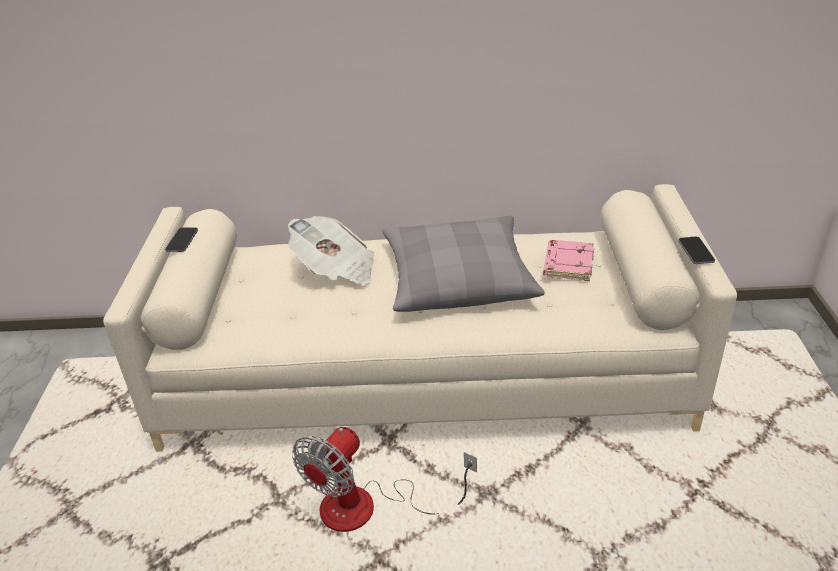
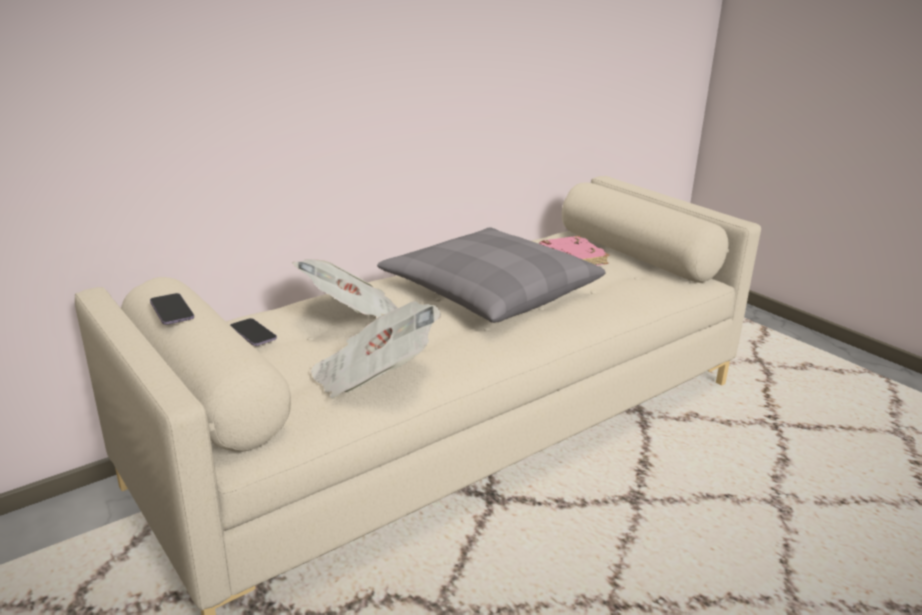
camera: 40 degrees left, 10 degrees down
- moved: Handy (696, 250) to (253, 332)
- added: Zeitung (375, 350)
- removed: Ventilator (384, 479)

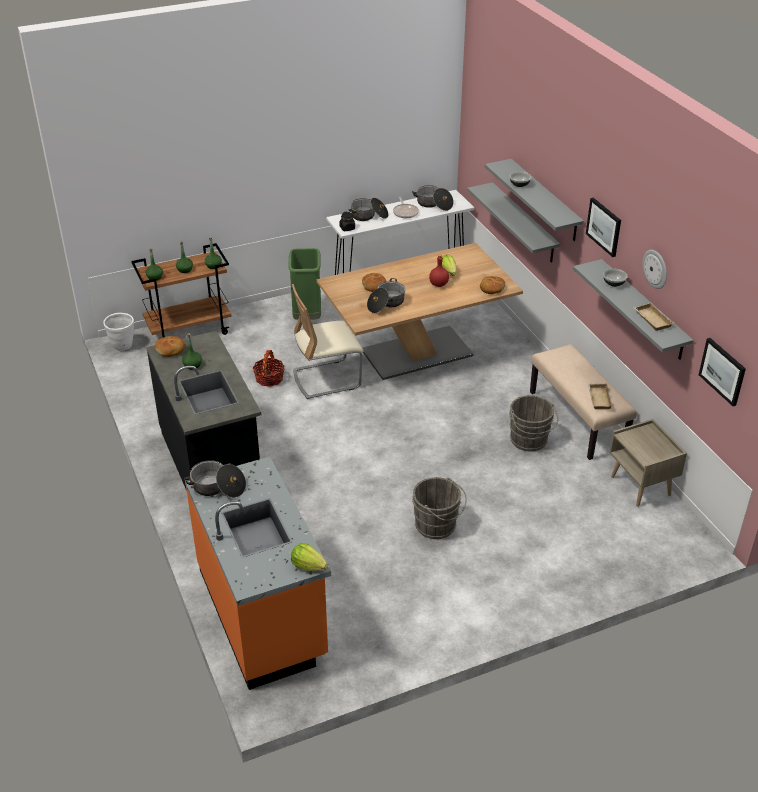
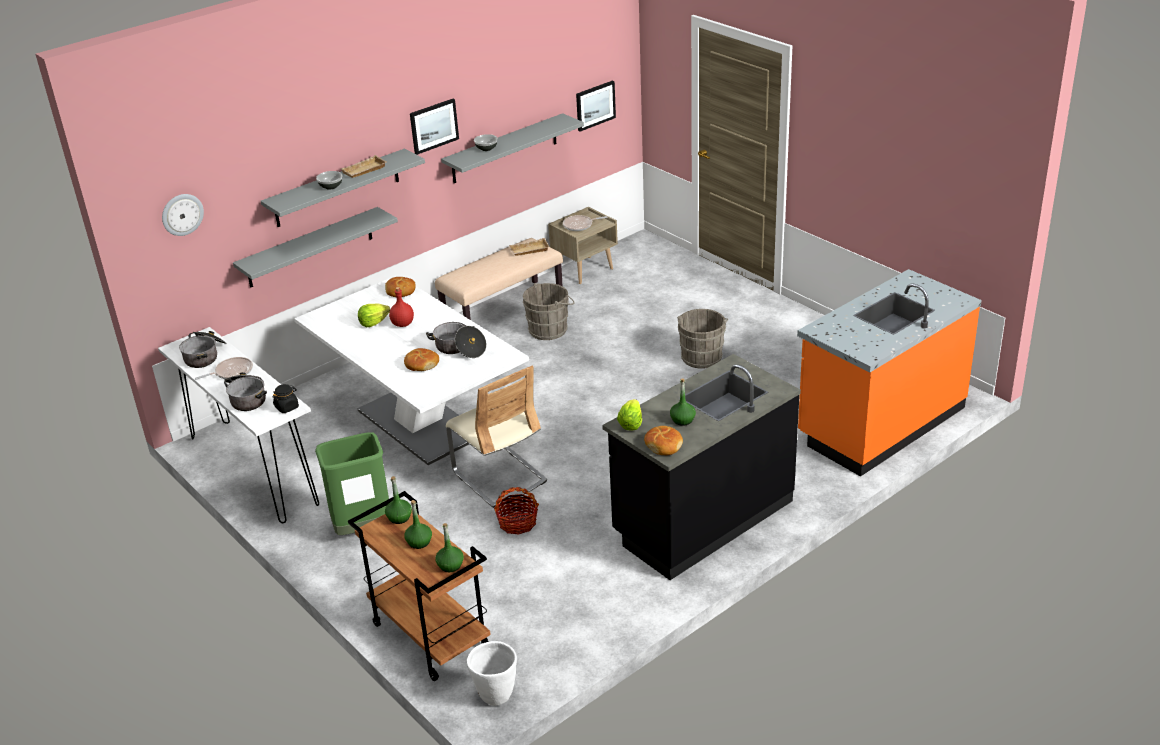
camera: 105 degrees left, 5 degrees down
- moved: Wanduhr (654, 269) to (183, 215)
- recoloured: Esstisch [braun] (420, 311) to Esstisch [weiß] (411, 370)
- moved: Tablett [beige] (653, 317) to (363, 166)
- added: Pfanne (585, 223)
- moved: Salatkopf (309, 557) to (629, 414)
- removed: Kochtopf (215, 479)

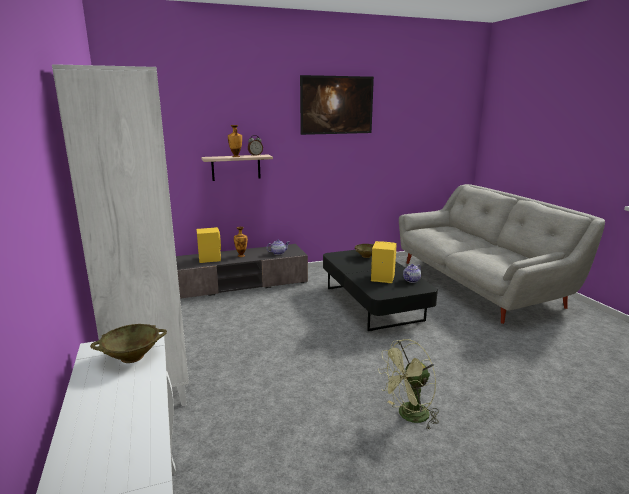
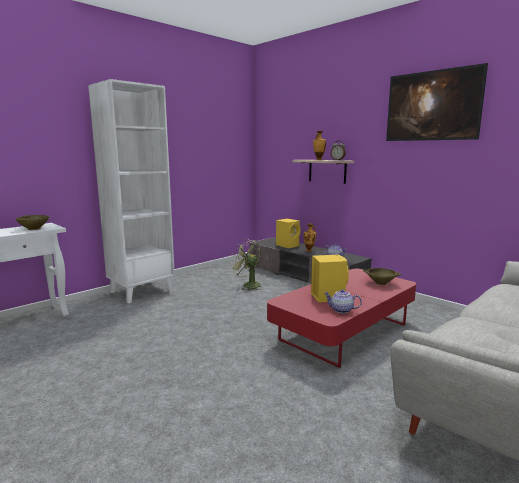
camera: 65 degrees right, 5 degrees down
- moved: Ventilator [grün] (408, 385) to (245, 265)
- recoloured: Couchtisch [schwarz] (380, 290) to Couchtisch [rot] (341, 318)

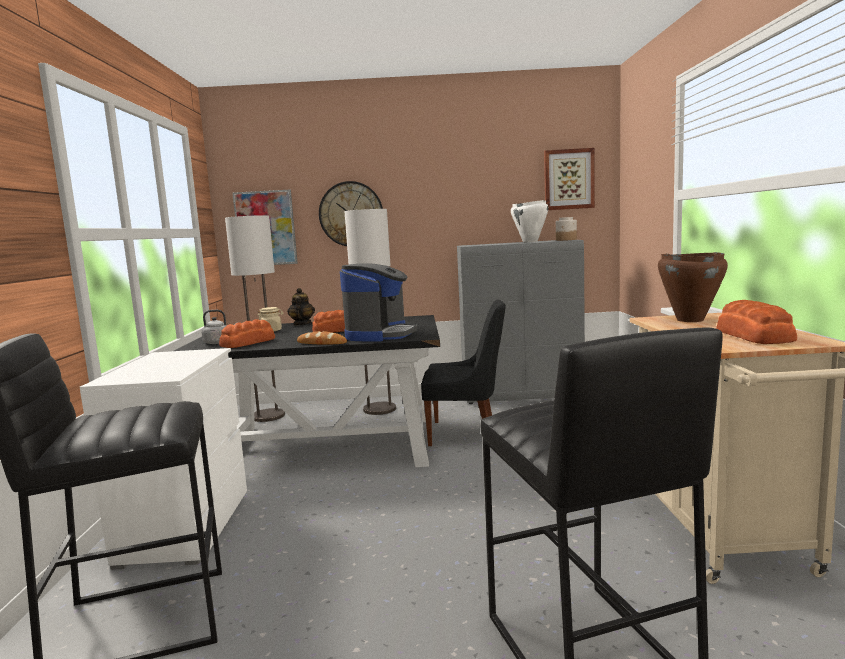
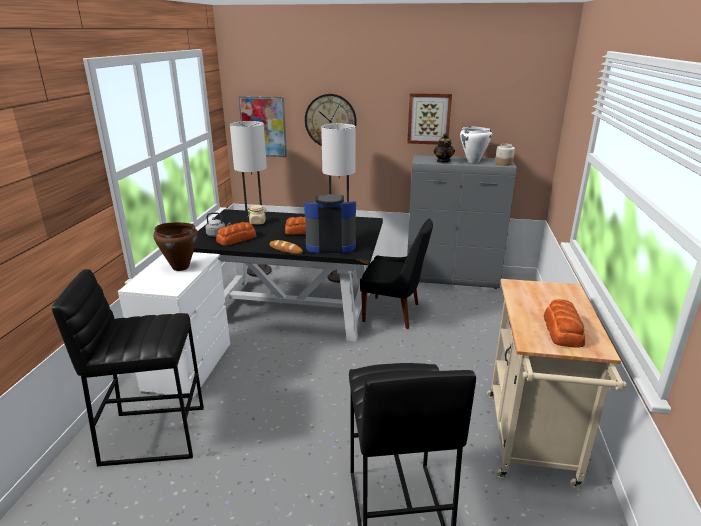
camera: 10 degrees right, 15 degrees up
- moved: Kochtopf [braun] (693, 287) to (175, 246)
- turned: Kaffeemaschine (378, 302) = (330, 223) 120 degrees counterclockwise
- moved: Bild (569, 179) to (429, 118)
- moved: Teekanne (301, 306) to (444, 148)

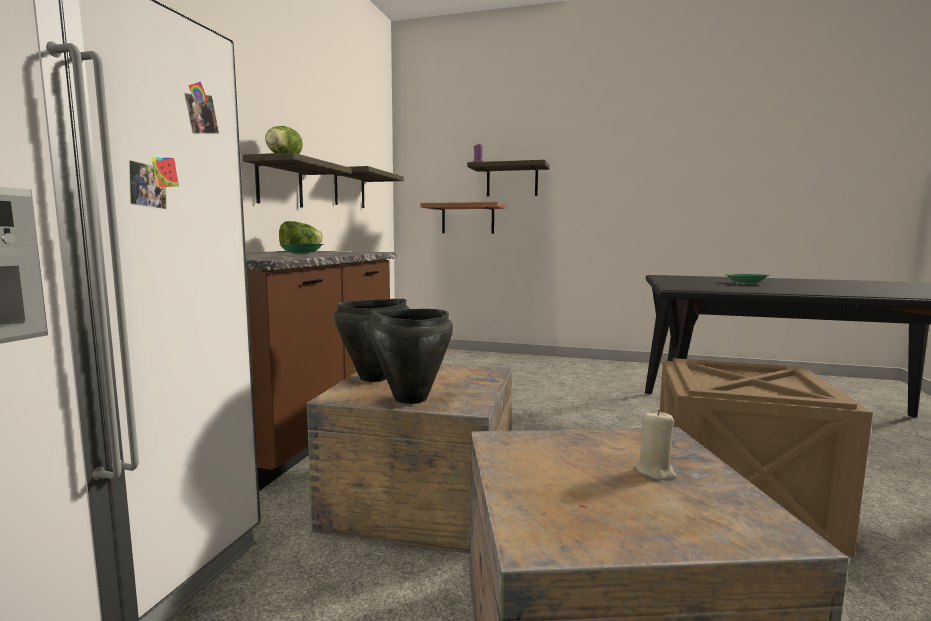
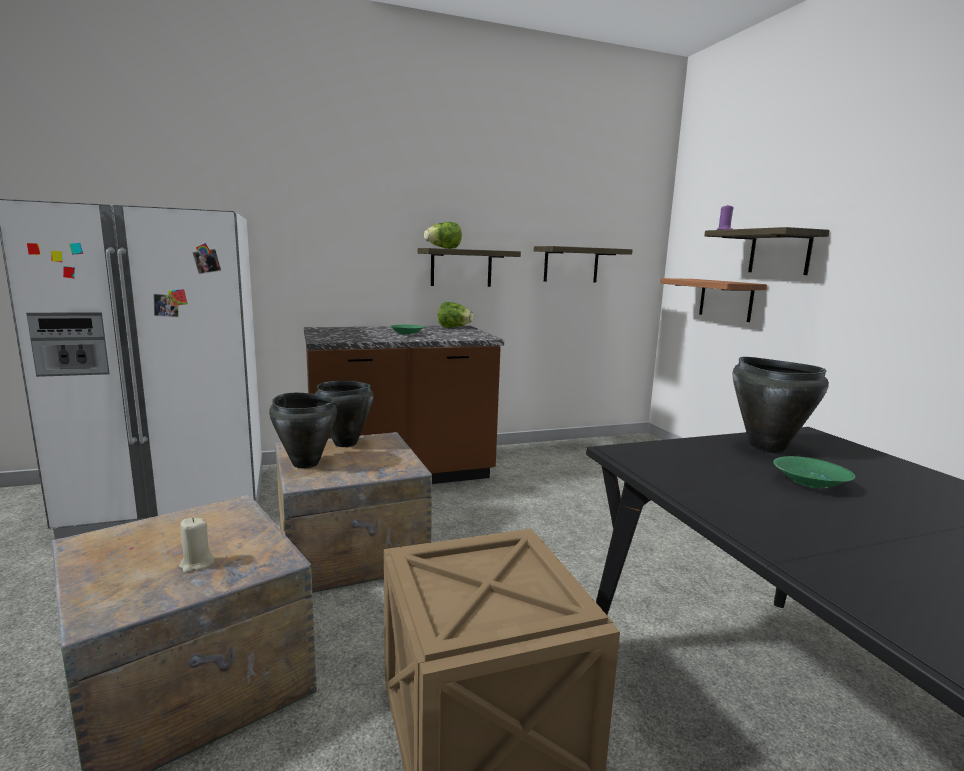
camera: 55 degrees right, 5 degrees up
- added: Kochtopf [schwarz] (781, 405)

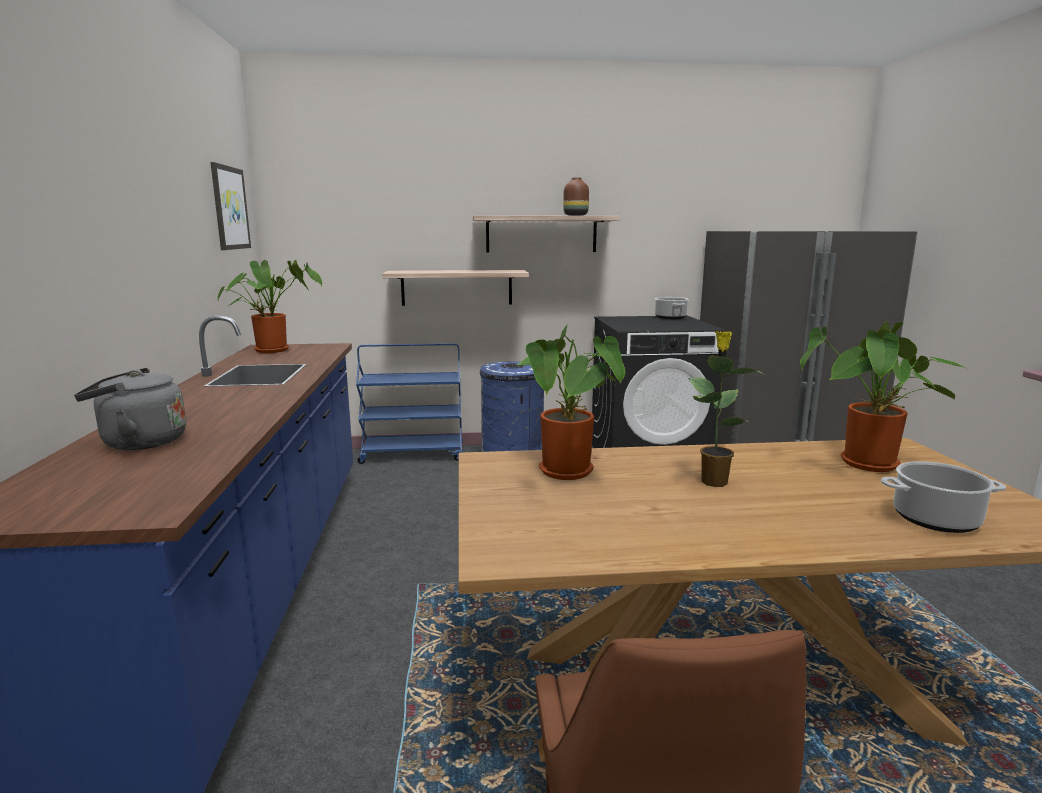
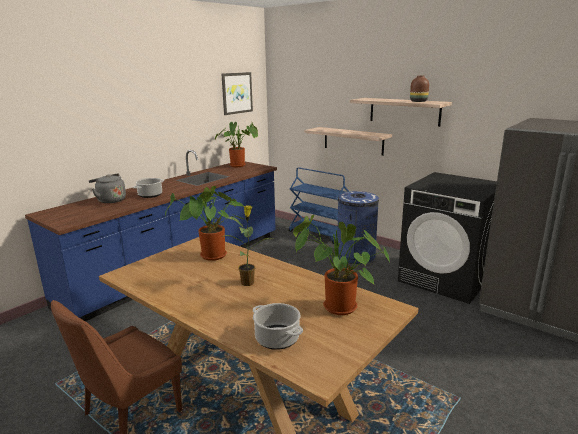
camera: 45 degrees right, 5 degrees up
- moved: Kochtopf (672, 308) to (148, 188)

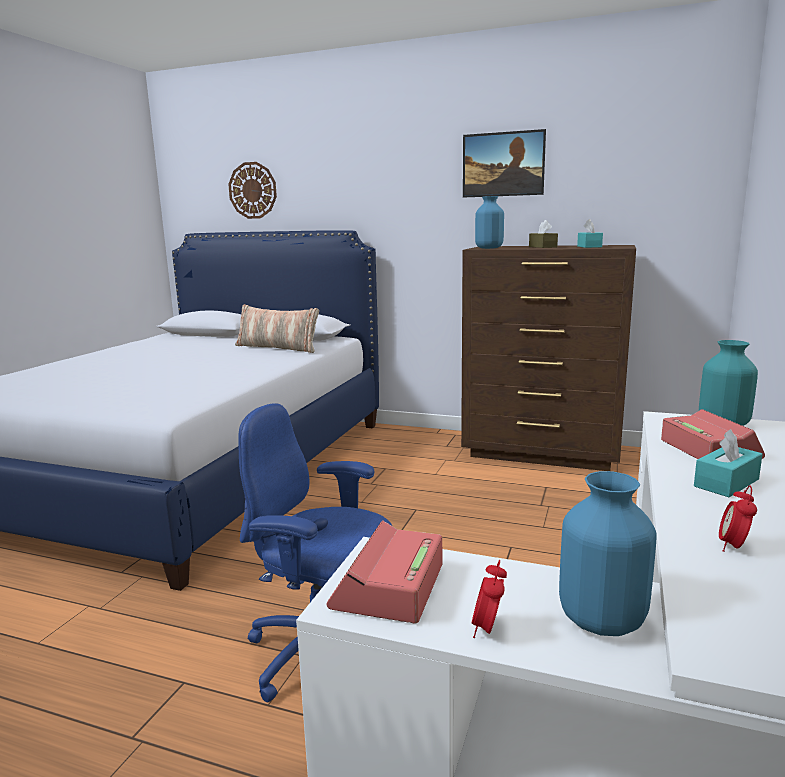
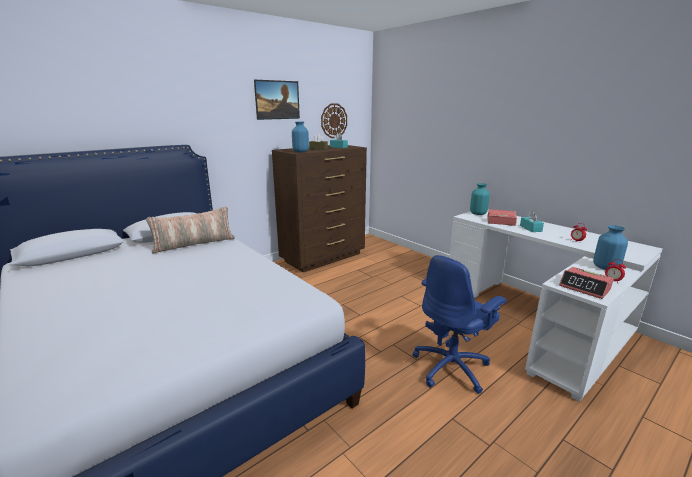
camera: 60 degrees left, 5 degrees up
- moved: Wanduhr (252, 190) to (334, 121)

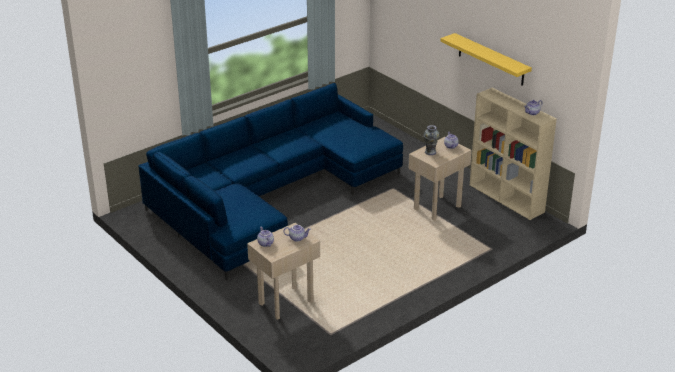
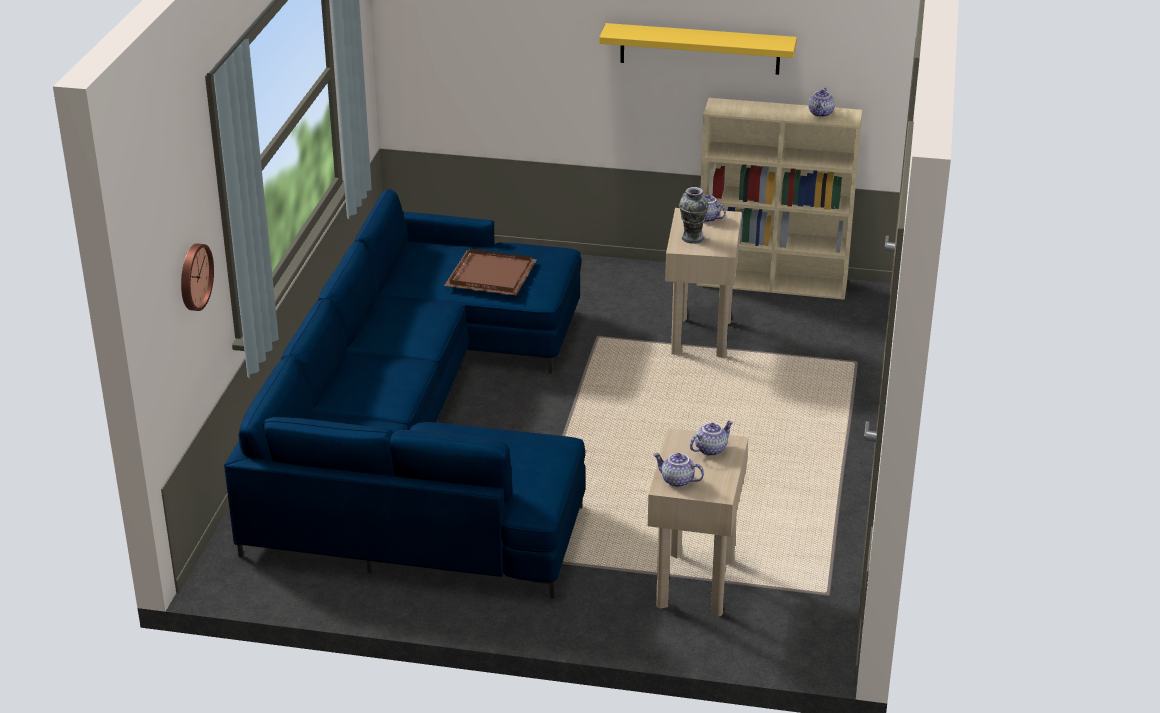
camera: 40 degrees left, 0 degrees up
- added: Wanduhr (197, 277)
- added: Tablett [braun] (490, 272)

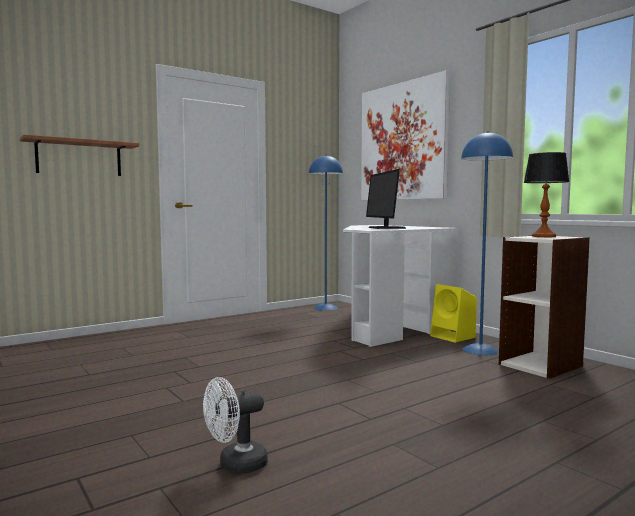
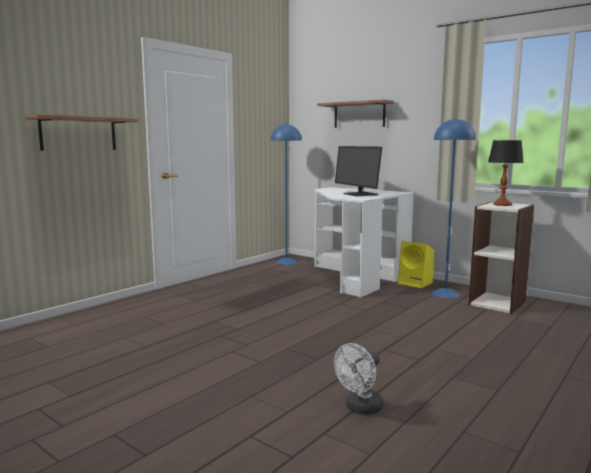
camera: 15 degrees left, 5 degrees up
- replaced: Bild (405, 135) to Wandregal (355, 113)

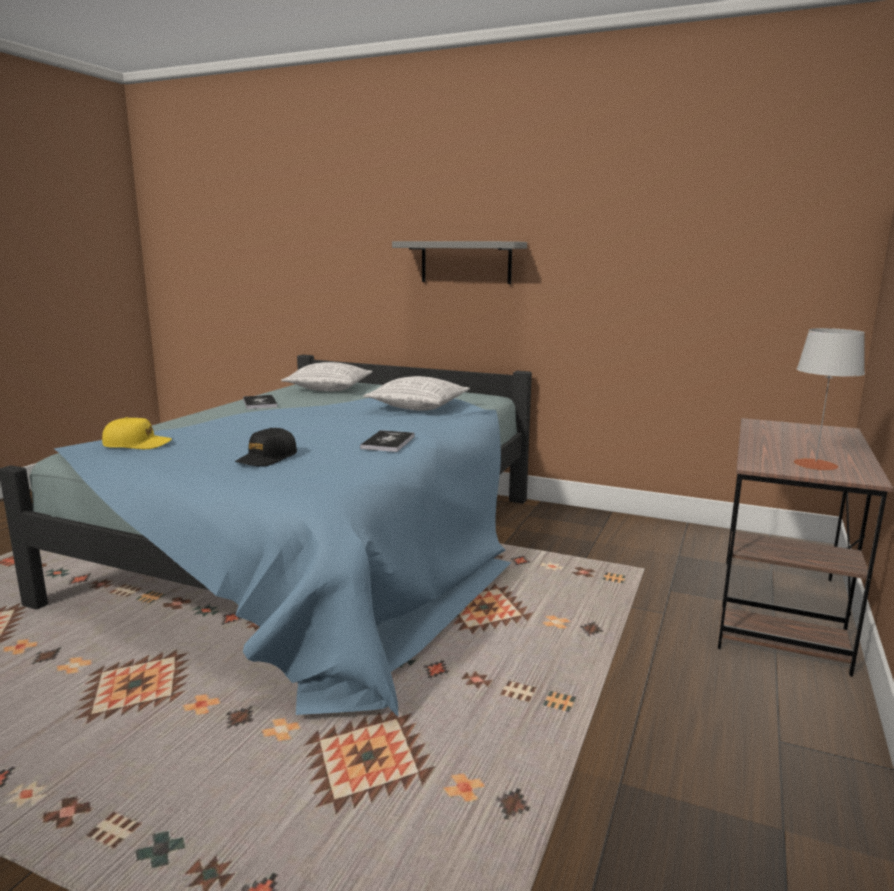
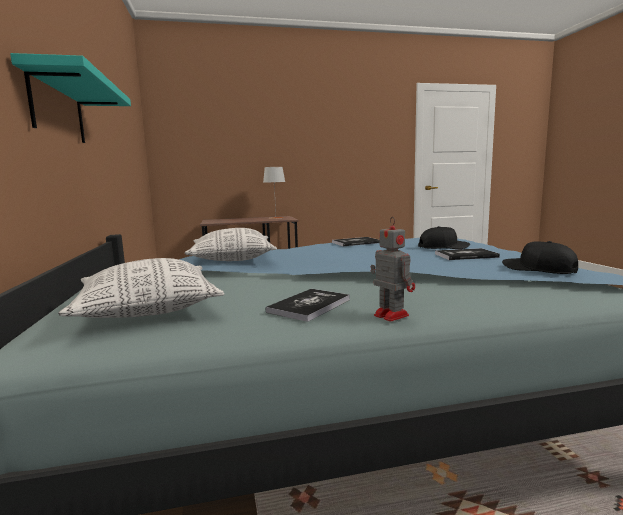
camera: 125 degrees left, 5 degrees down
- recoloured: Wandregal [grau] (459, 262) to Wandregal [türkis] (70, 98)
- added: Spielzeugroboter (393, 269)
- added: Buch (467, 254)
- recoloured: Kappe [gelb] (137, 433) to Kappe [schwarz] (540, 257)

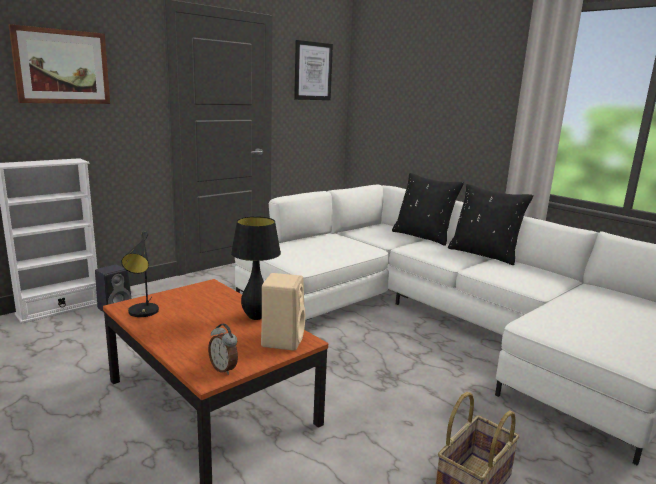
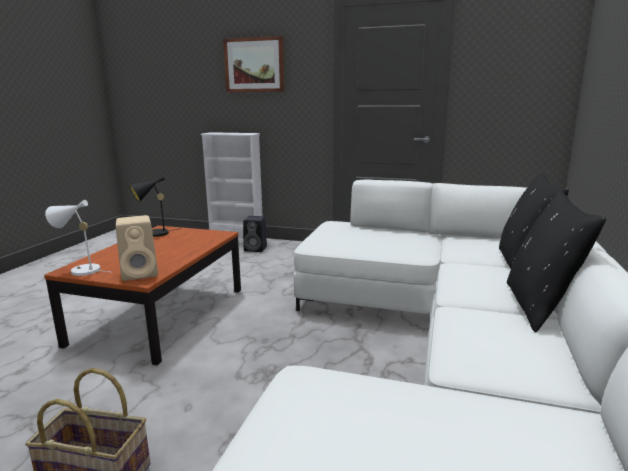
camera: 60 degrees right, 0 degrees up
- replaced: Wecker (223, 349) to Tischlampe [weiß] (77, 238)
- removed: Tischlampe [schwarz] (256, 268)
- removed: Bild (313, 70)

